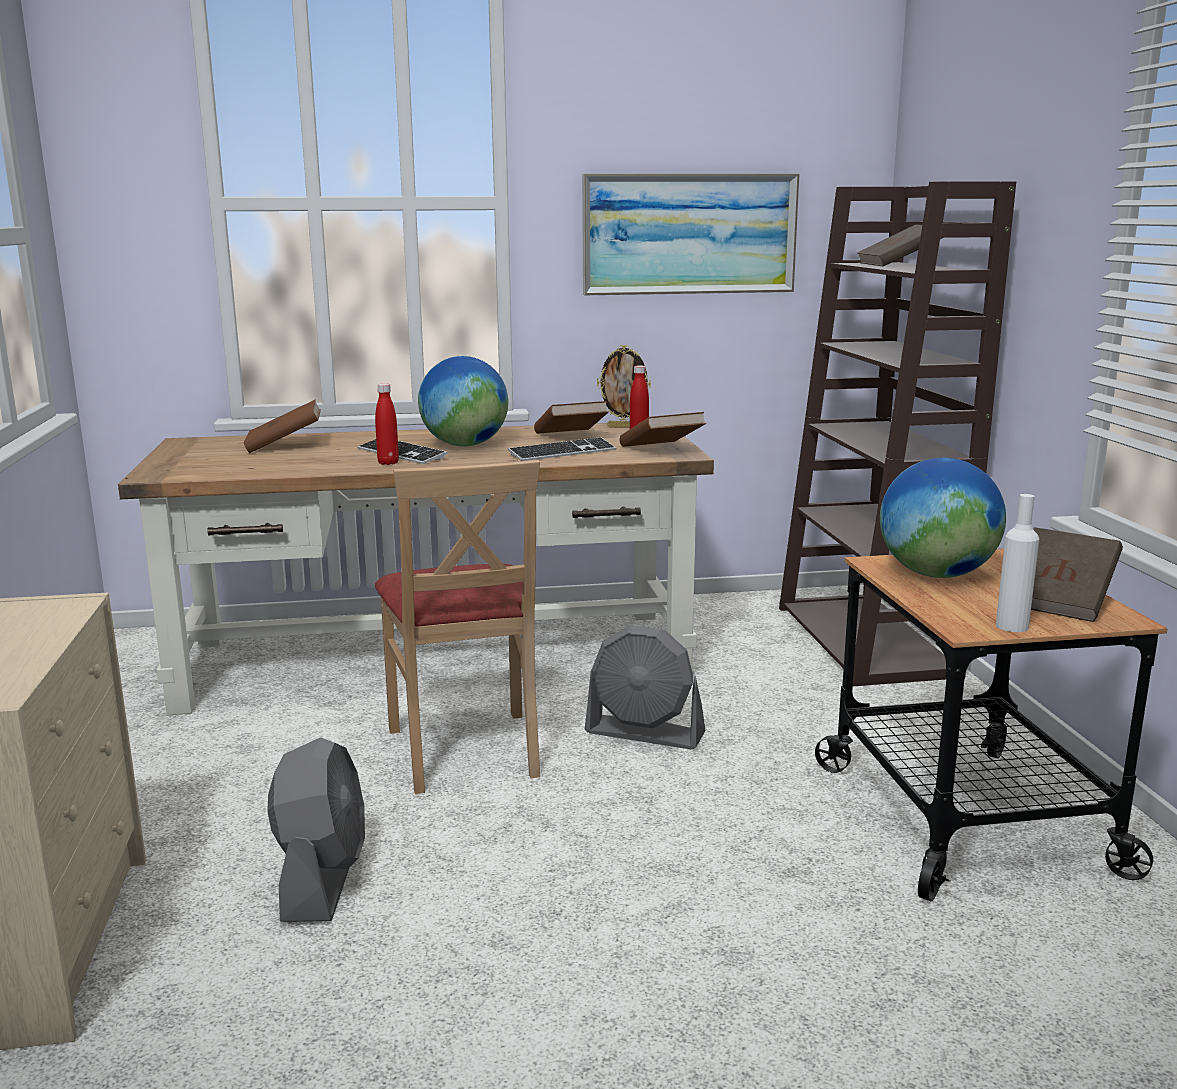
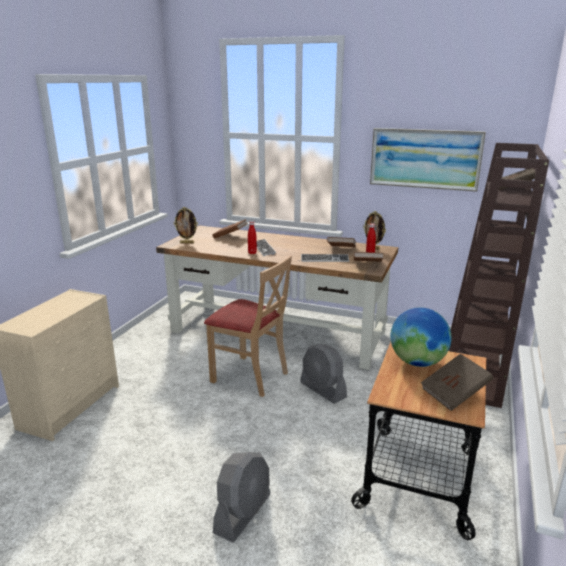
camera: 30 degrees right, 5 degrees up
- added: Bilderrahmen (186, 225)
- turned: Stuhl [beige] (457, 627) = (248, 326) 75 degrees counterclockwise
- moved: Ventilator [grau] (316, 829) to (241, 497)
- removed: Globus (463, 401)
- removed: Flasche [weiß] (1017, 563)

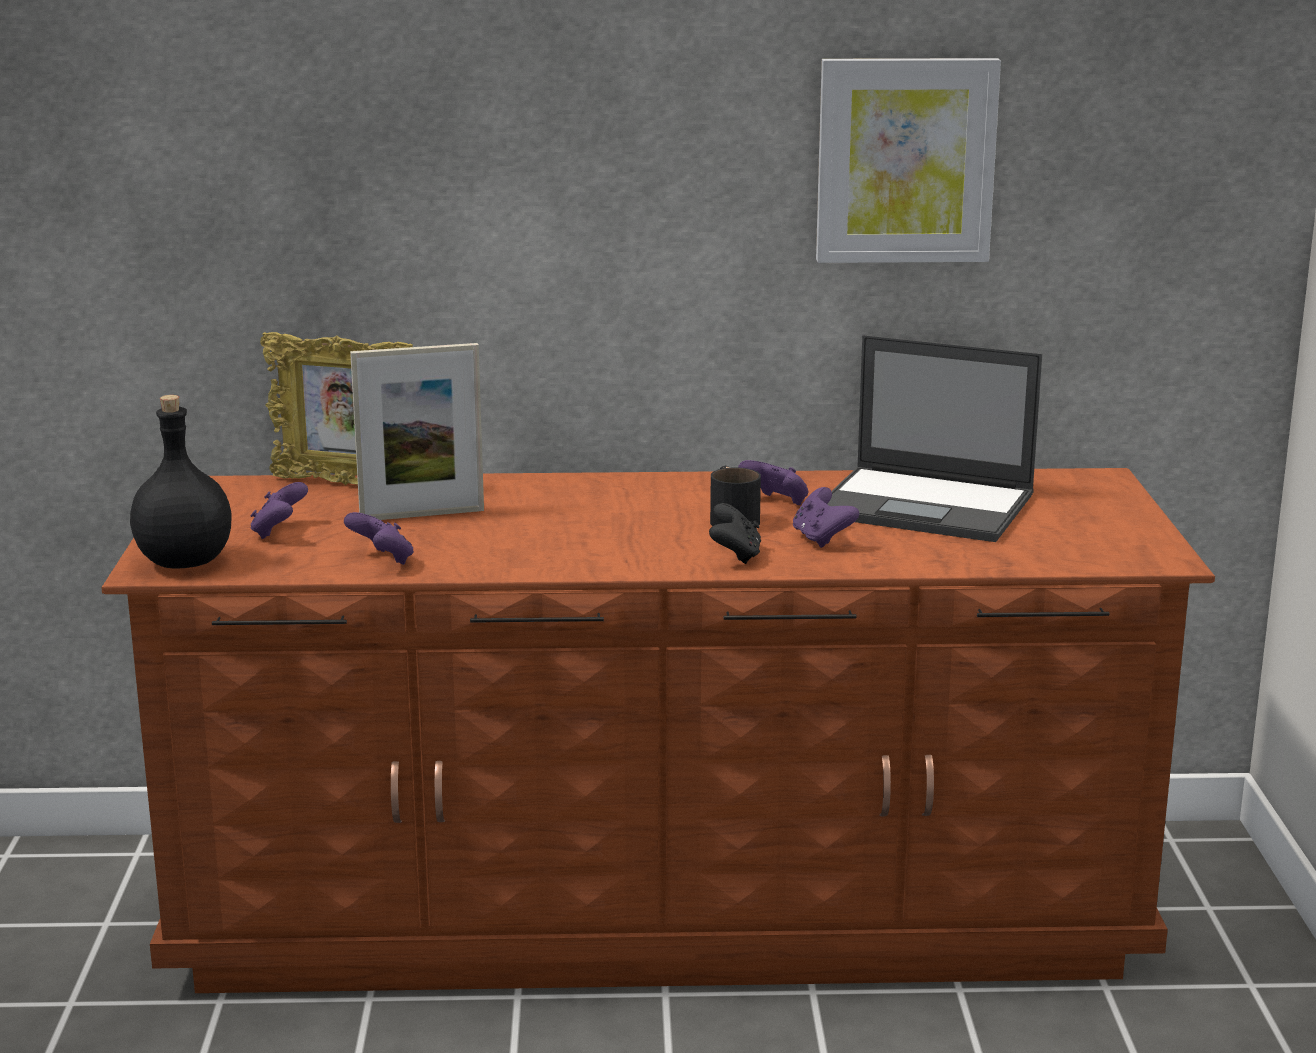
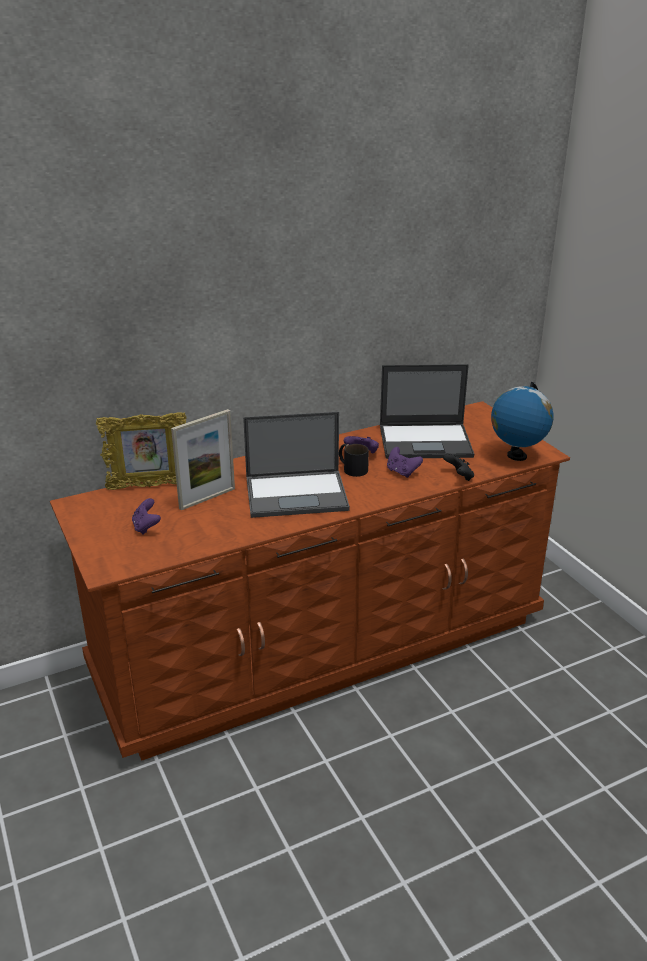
camera: 25 degrees left, 10 degrees up
- added: Laptop (296, 464)
- moved: Gamepad [schwarz] (735, 533) to (458, 467)
- added: Globus (522, 421)
- removed: Flasche [schwarz] (181, 482)
- removed: Gamepad [lila] (379, 538)
- removed: Bild (908, 160)

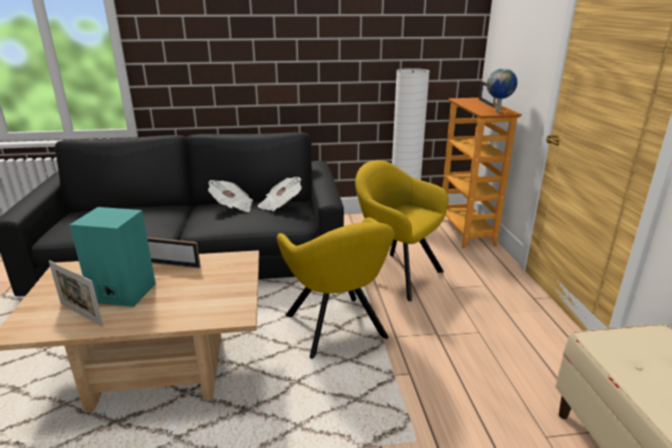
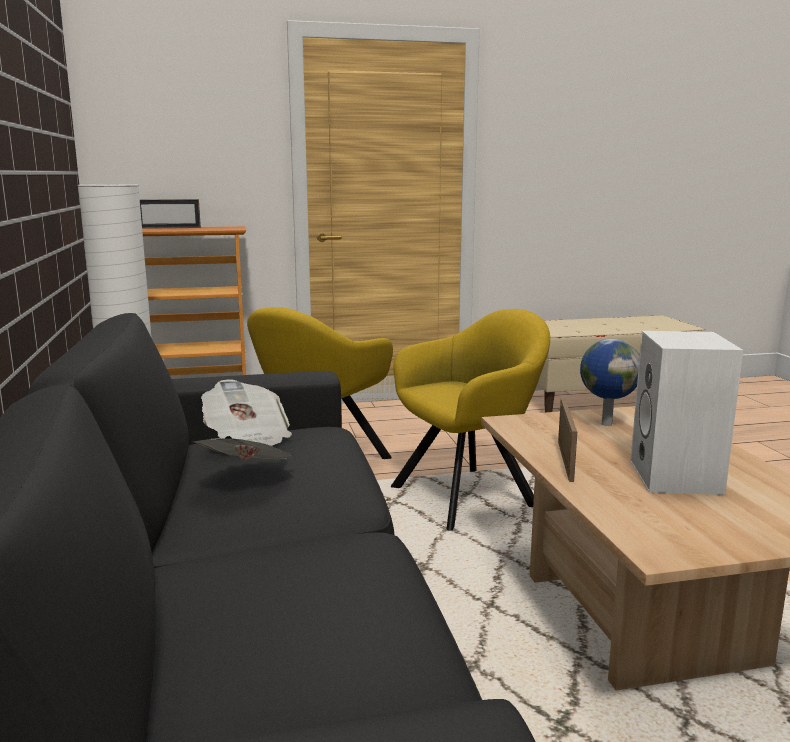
camera: 95 degrees left, 10 degrees down
- moved: Globus (502, 90) to (610, 382)
- recoloured: Lautsprecher [türkis] (113, 257) to Lautsprecher [weiß] (687, 413)
- removed: Bilderrahmen (76, 293)

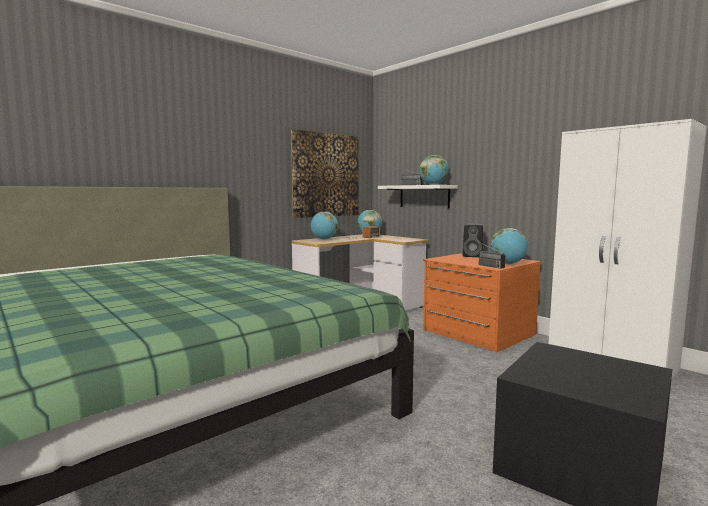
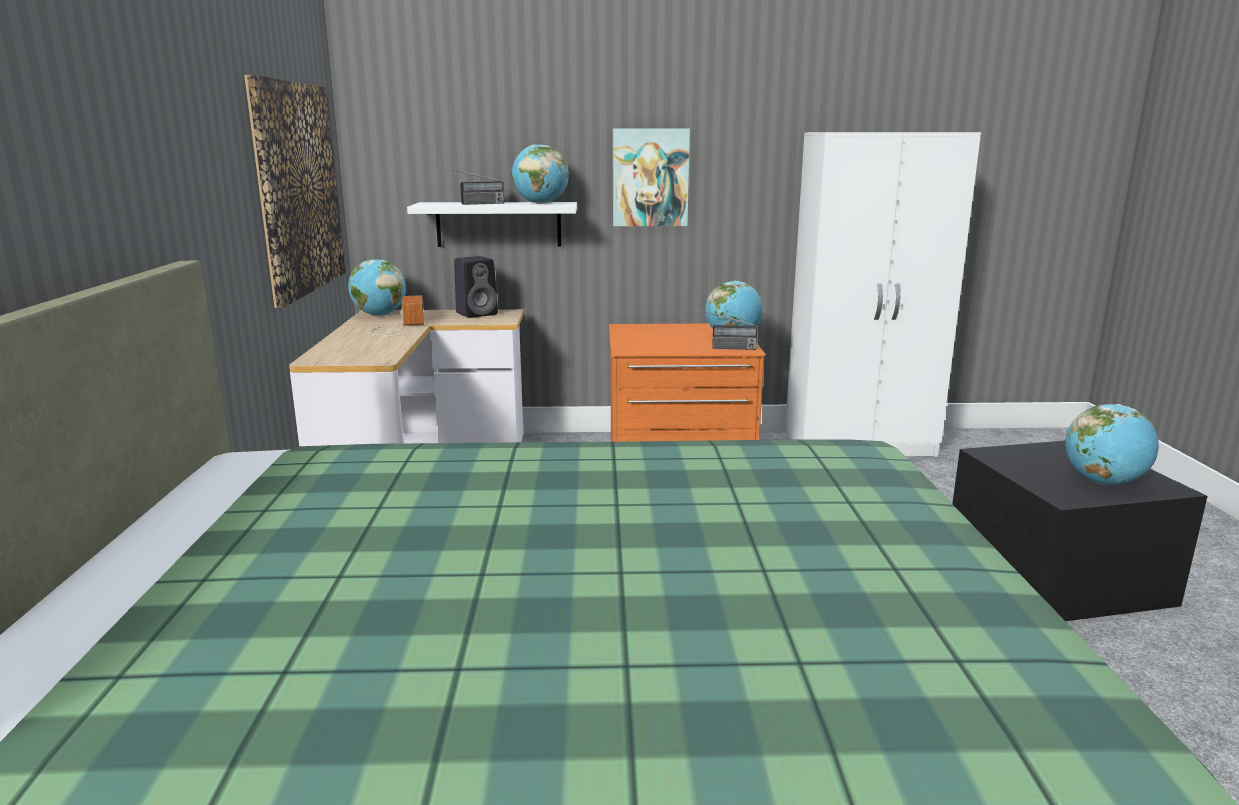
camera: 50 degrees left, 10 degrees up
- moved: Lautsprecher [schwarz] (472, 240) to (476, 287)
- added: Bild (651, 177)
- moved: Globus (324, 225) to (1112, 444)

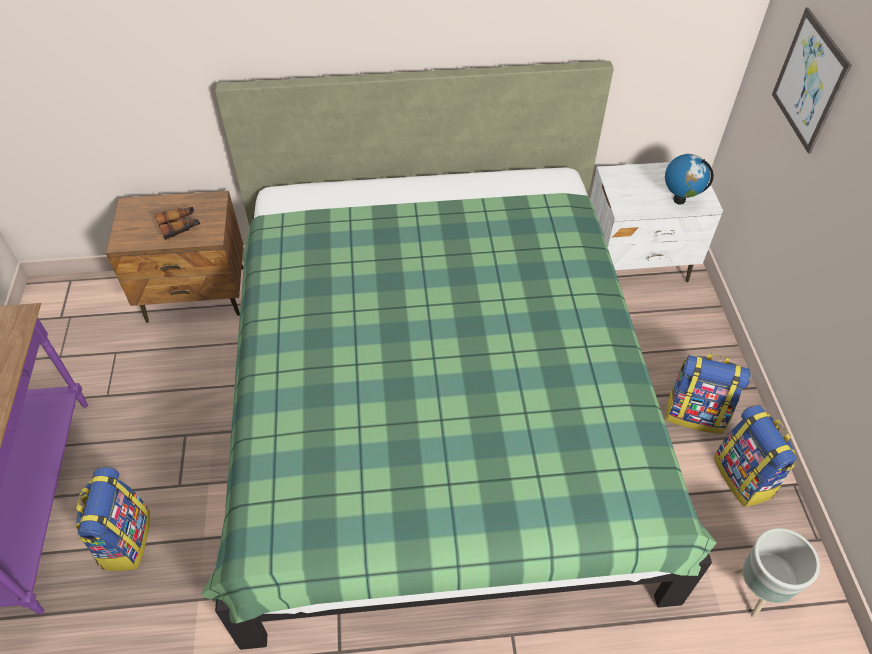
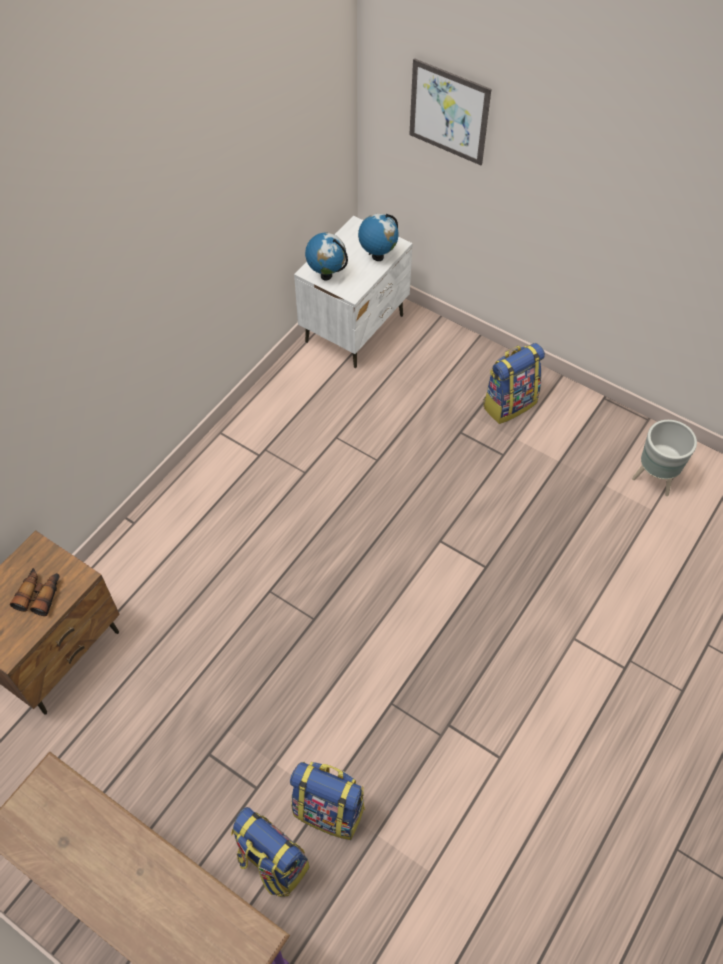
camera: 50 degrees left, 5 degrees up
- moved: Rucksack (755, 456) to (327, 801)
- added: Globus (326, 256)
- removed: Bett [grün] (459, 355)

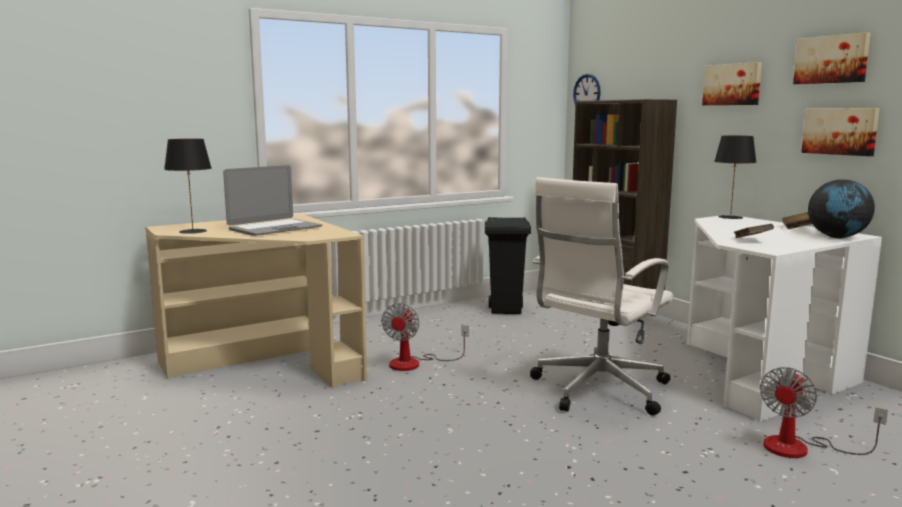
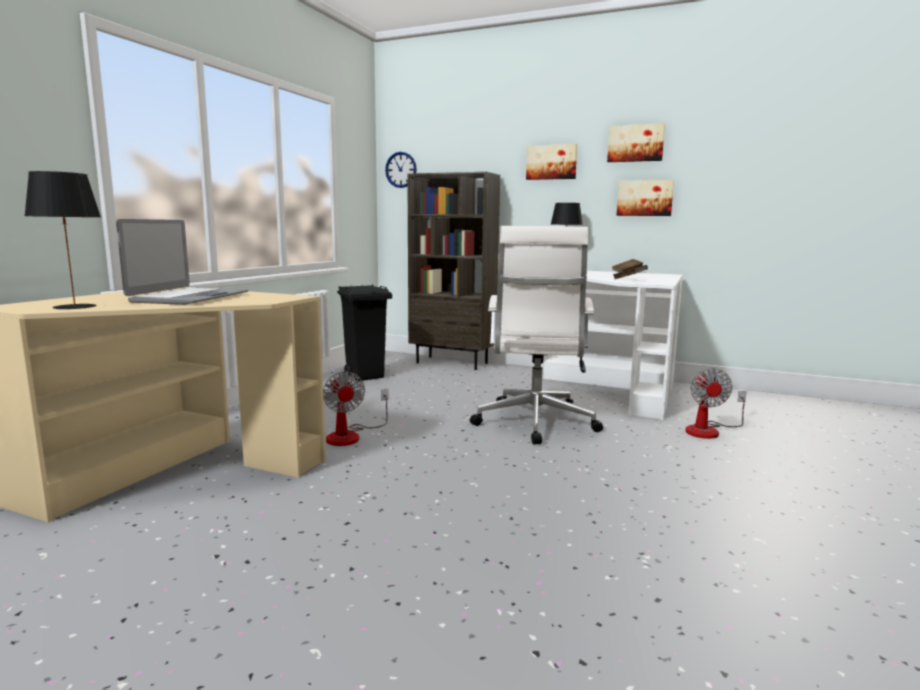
camera: 35 degrees left, 0 degrees up
- removed: Globus (841, 208)

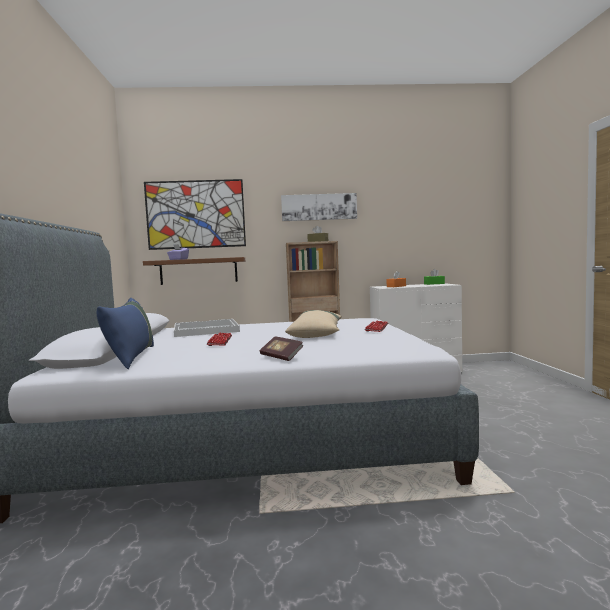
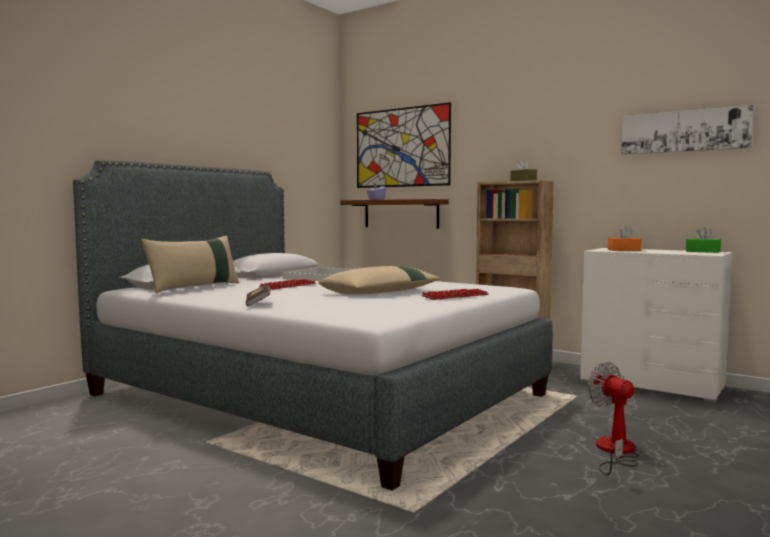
camera: 40 degrees right, 0 degrees up
- recoloured: Kissen [blau] (125, 333) to Kissen [beige] (190, 264)
- added: Ventilator (613, 418)
- moved: Bild (319, 207) to (687, 130)

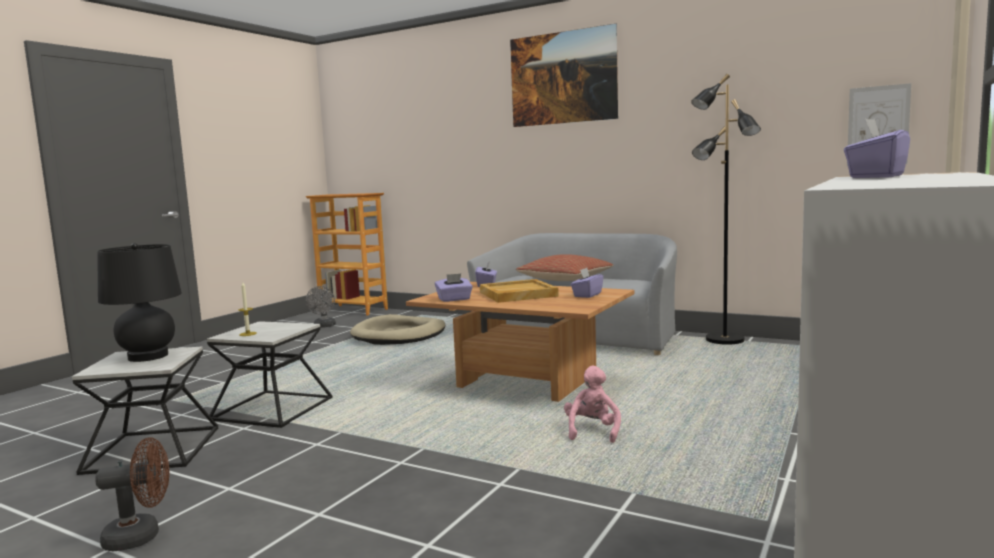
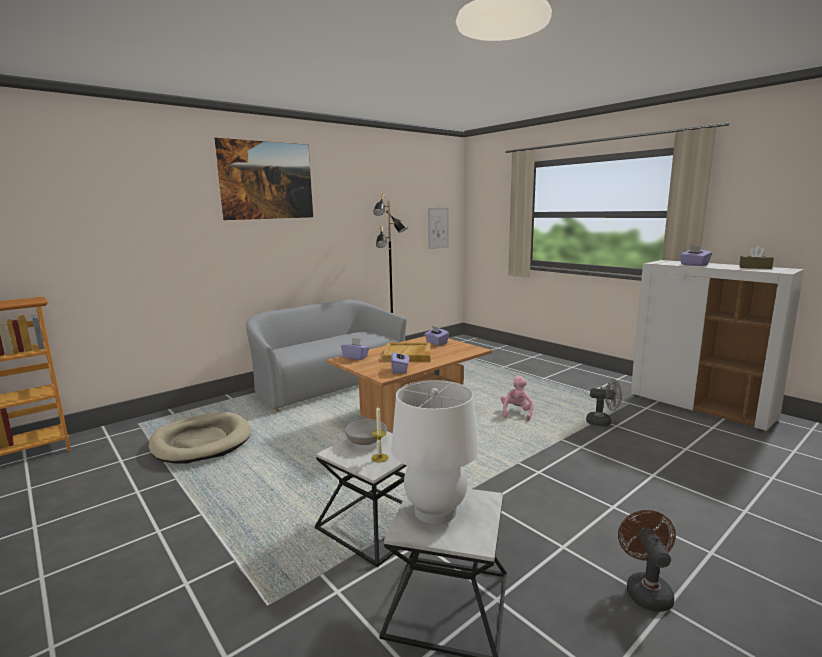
camera: 70 degrees left, 5 degrees up
- added: Schüssel [grau] (366, 432)
- recoloured: Tischlampe [schwarz] (139, 302) to Tischlampe [weiß] (435, 452)
- turned: Plüschtier [rosa] (592, 404) = (517, 398) 75 degrees clockwise
- moved: Ventilator [grau] (321, 307) to (604, 403)
- added: Taschentuchbox [braun] (756, 257)
- removed: Kissen (564, 267)

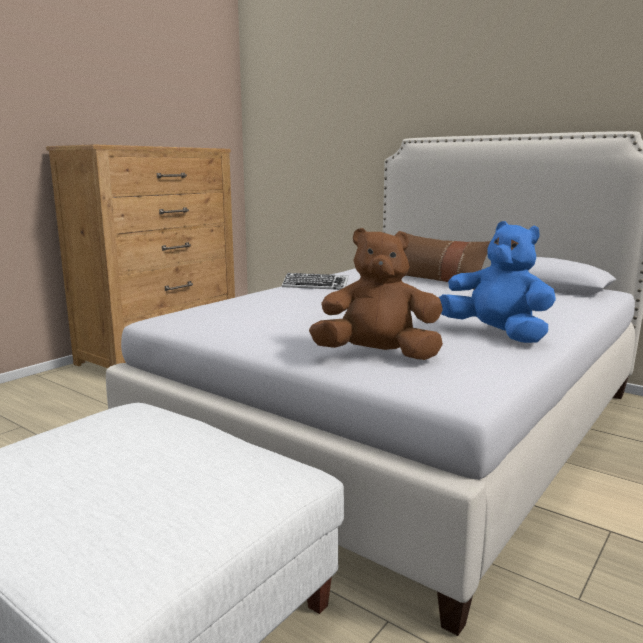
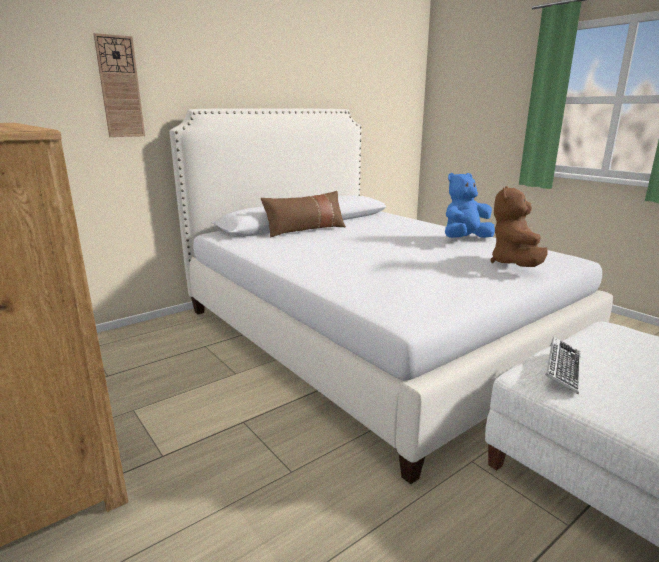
camera: 75 degrees left, 5 degrees up
- added: Wanduhr (119, 85)
- moved: Tastatur (315, 281) to (563, 365)

